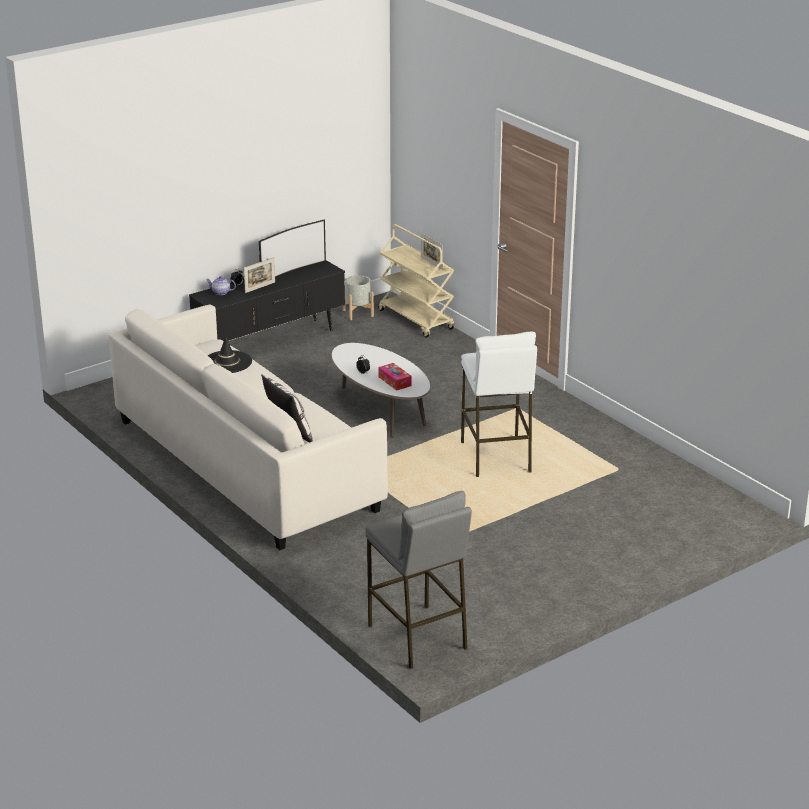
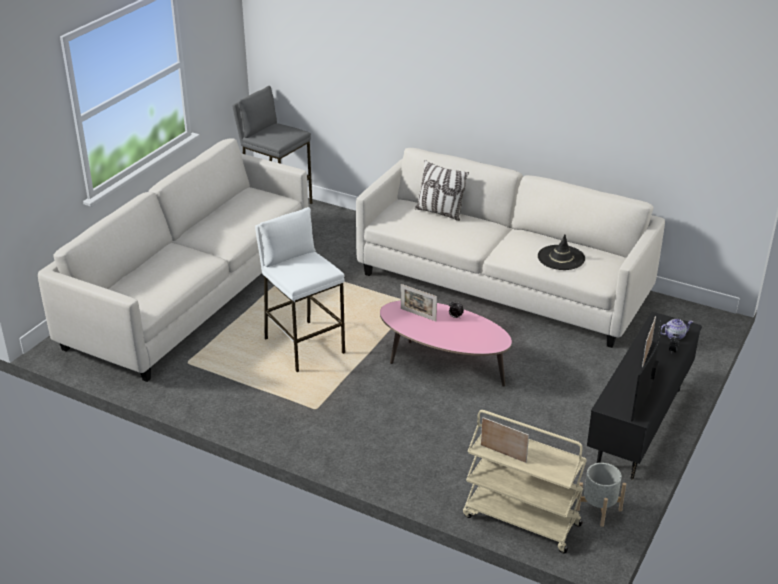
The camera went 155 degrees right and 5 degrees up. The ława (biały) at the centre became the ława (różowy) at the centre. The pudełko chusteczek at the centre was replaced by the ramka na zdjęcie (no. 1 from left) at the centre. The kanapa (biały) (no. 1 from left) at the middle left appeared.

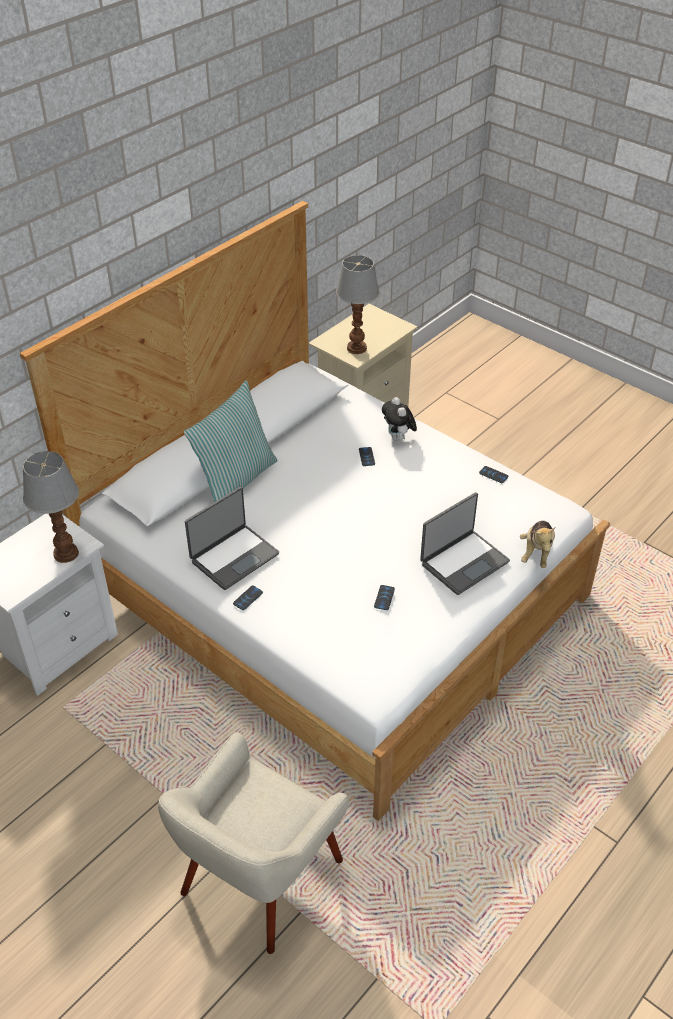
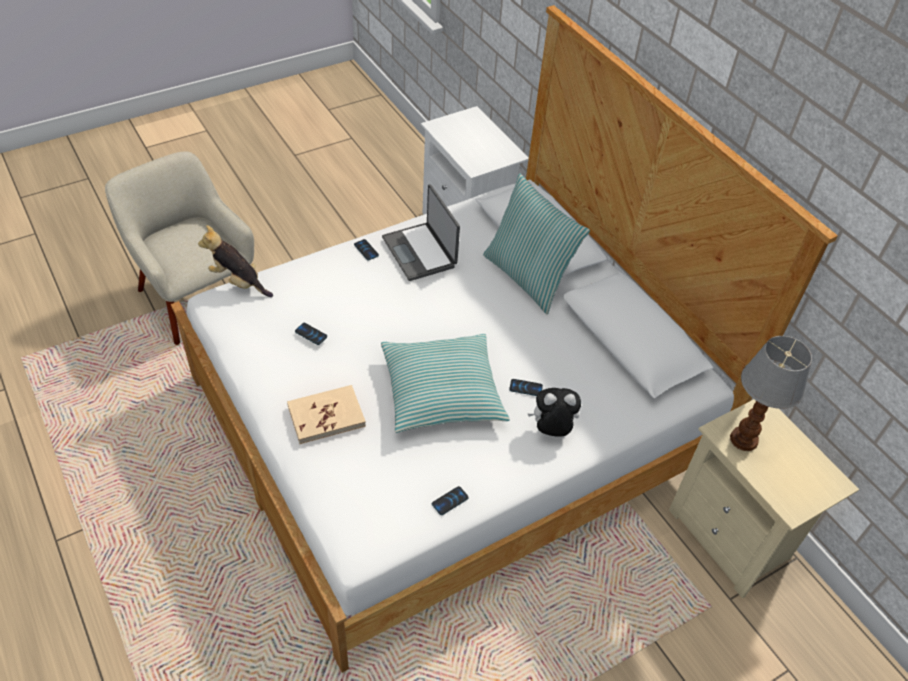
The camera went 105 degrees right and 5 degrees up. The lampa stołowa (no. 1 from left) at the middle left disappeared. The laptop (no. 2 from left) at the middle right was replaced by the książka (beżowy) at the centre. The pluszak (no. 2 from left in the first image) moved from the middle right to the middle left. The poduszka (no. 1 from left) at the centre appeared.

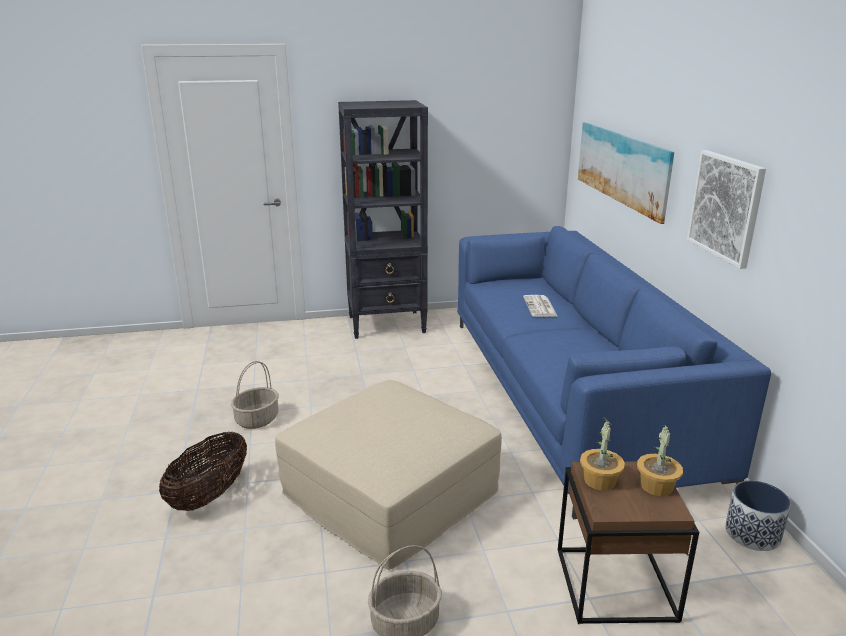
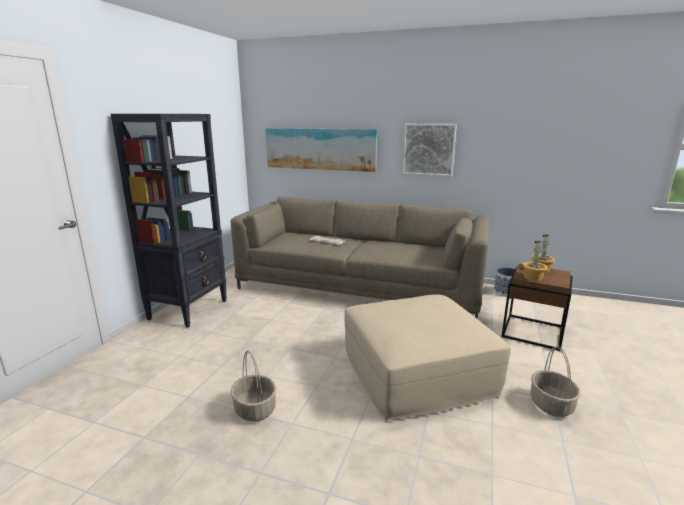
The camera went 60 degrees left and 5 degrees down. The koszyk (no. 1 from left) at the bottom left disappeared. The kanapa (niebieski) at the middle right became the kanapa (beżowy) at the centre.

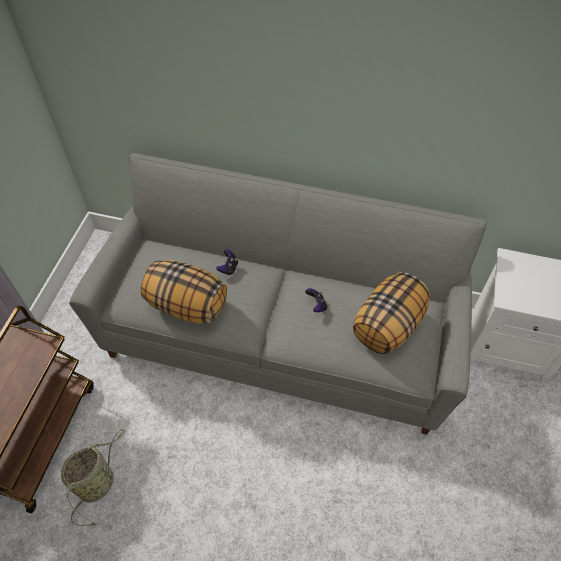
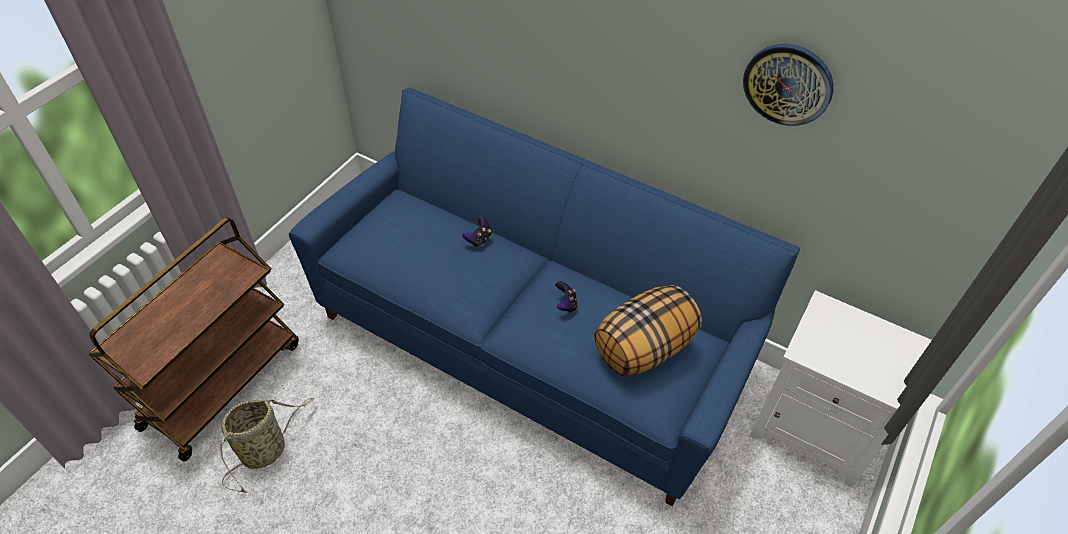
The camera went 15 degrees right and 5 degrees down. The kanapa (szary) at the centre became the kanapa (niebieski) at the centre. The poduszka (no. 1 from left) at the middle left disappeared. The zegar ścienny at the top right appeared.

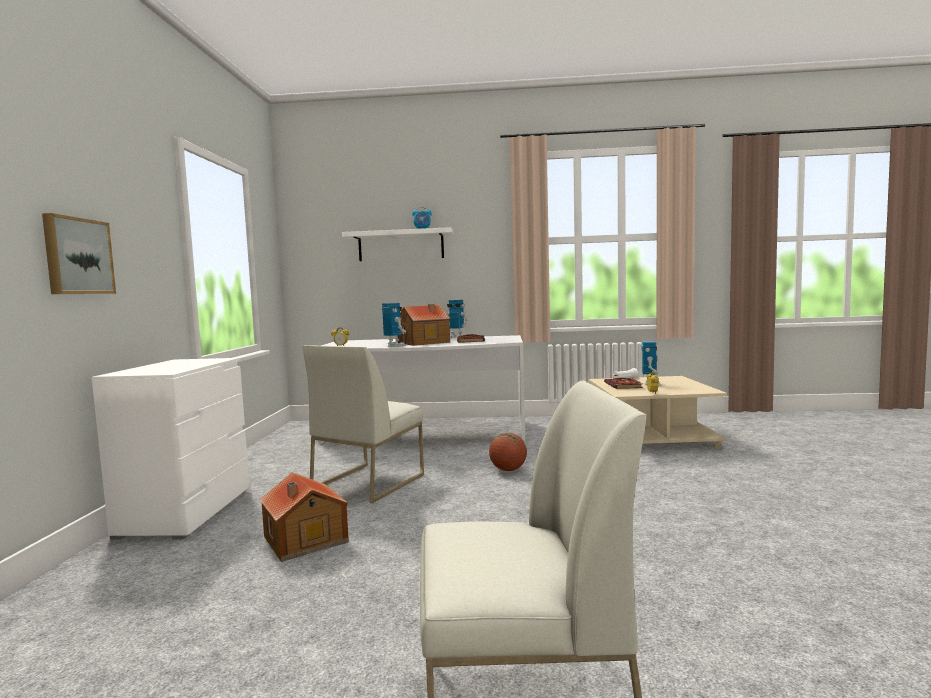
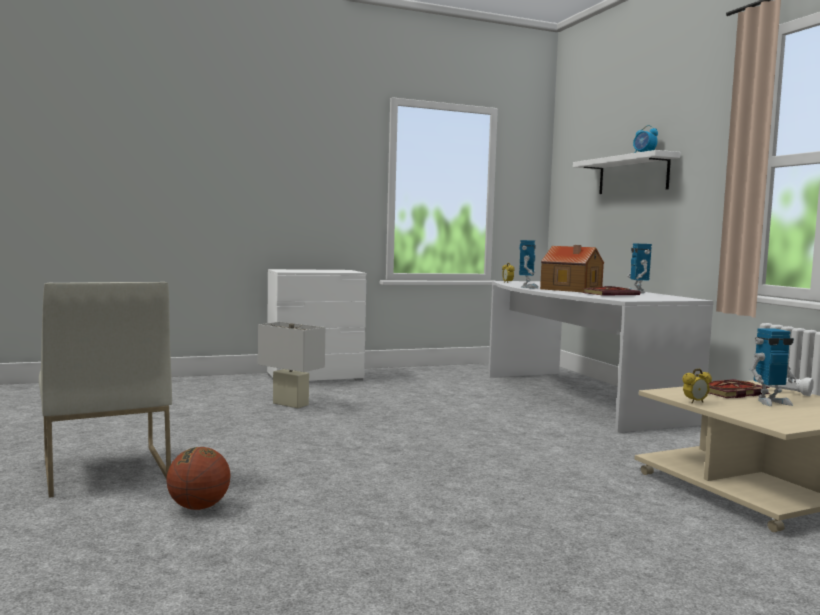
The camera went 65 degrees right and 0 degrees up. The obraz at the middle left disappeared. The domek (no. 1 from left) at the bottom left was replaced by the lampa stołowa (biały) at the centre. The krzesło (biały) (no. 1 from left) at the centre disappeared. The piłka do koszykówki moved from the centre to the bottom left.

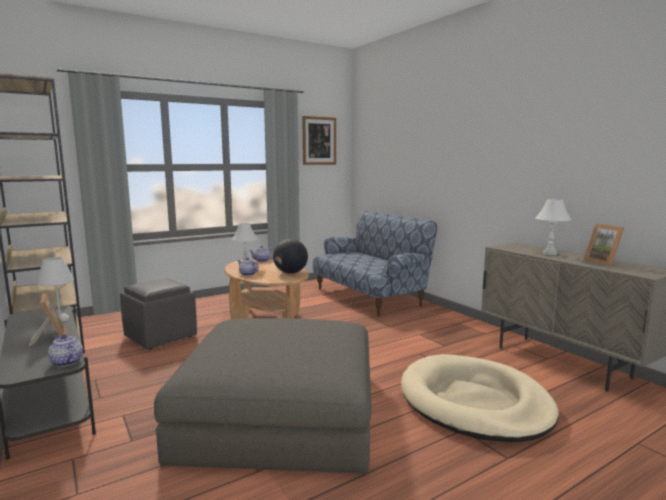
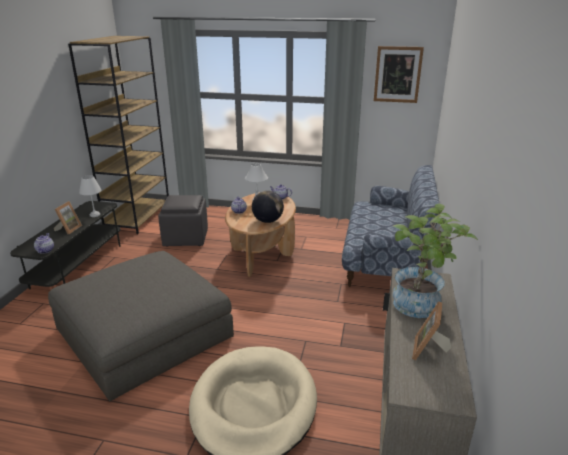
The camera went 45 degrees right and 15 degrees up. The lampa stołowa (biały) (no. 3 from left) at the middle right was replaced by the roślina doniczkowa at the middle right.

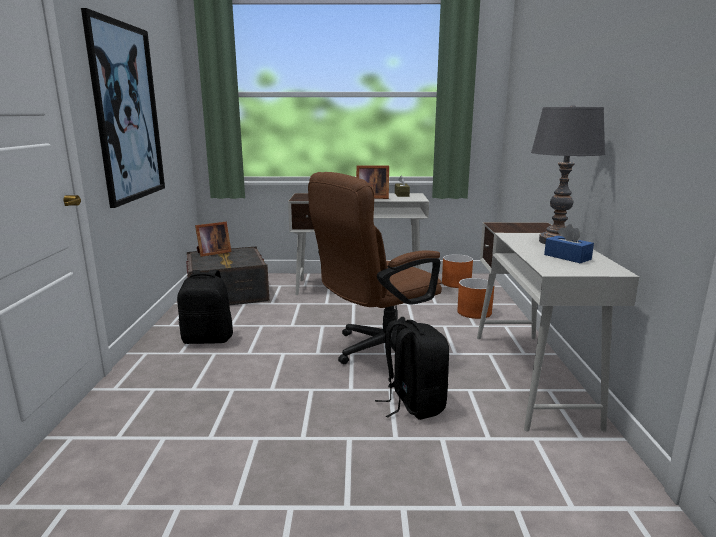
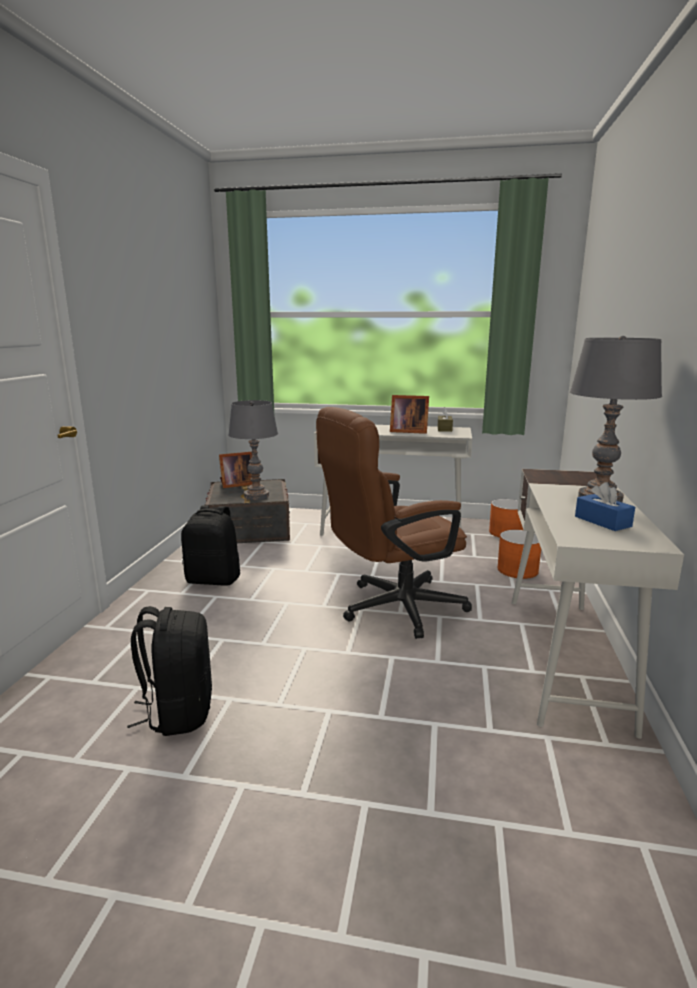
The camera went 10 degrees right and 0 degrees up. The obraz at the top left disappeared. The plecak (czarny) (no. 2 from left in the first image) moved from the bottom centre to the bottom left. The lampa stołowa (szary) (no. 1 from left) at the centre appeared.

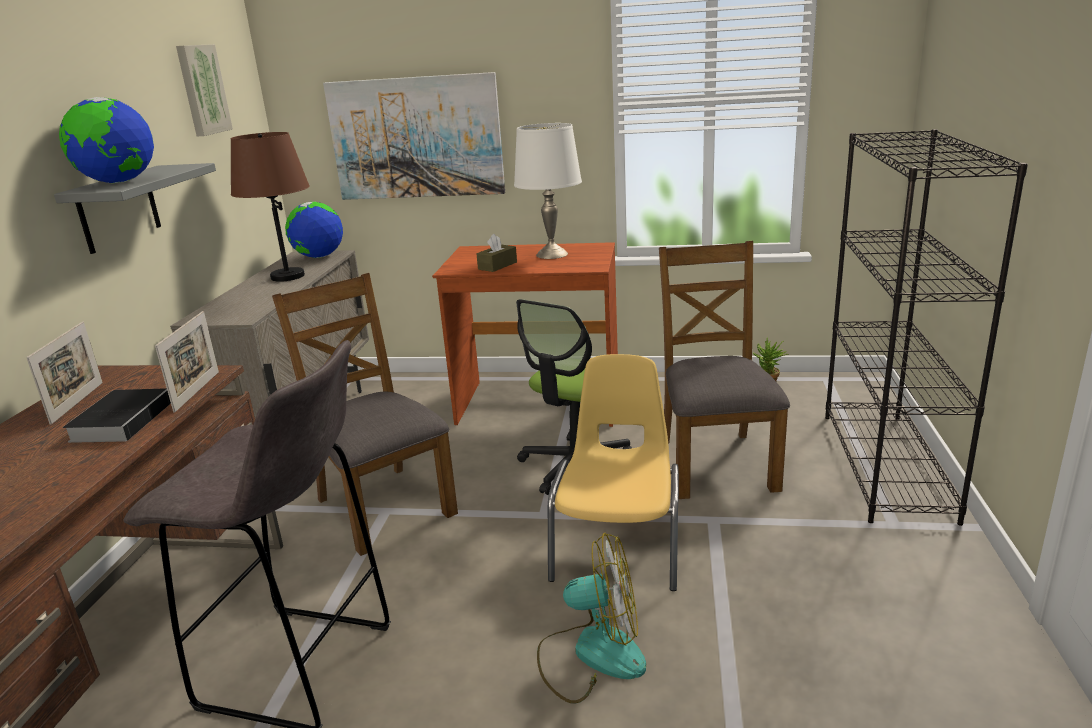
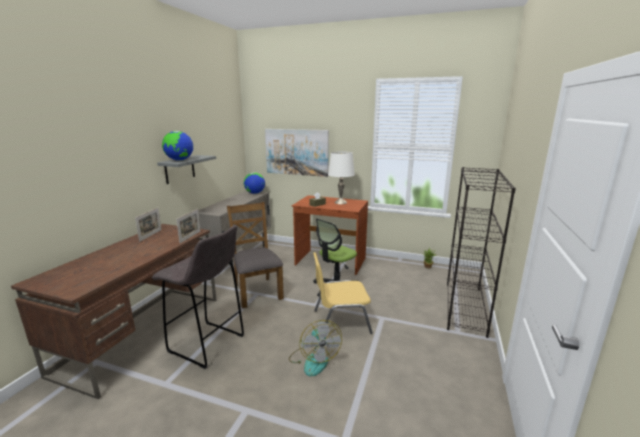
The camera went 10 degrees right and 5 degrees down. The książka at the middle left disappeared. The obraz (no. 1 from left) at the top left disappeared. The lampa stołowa (brązowy) at the top left disappeared. The wentylator at the bottom centre turned 60 degrees clockwise. The krzesło (żółty) at the centre turned 120 degrees counterclockwise. The krzesło (brązowy) (no. 2 from left) at the centre disappeared.

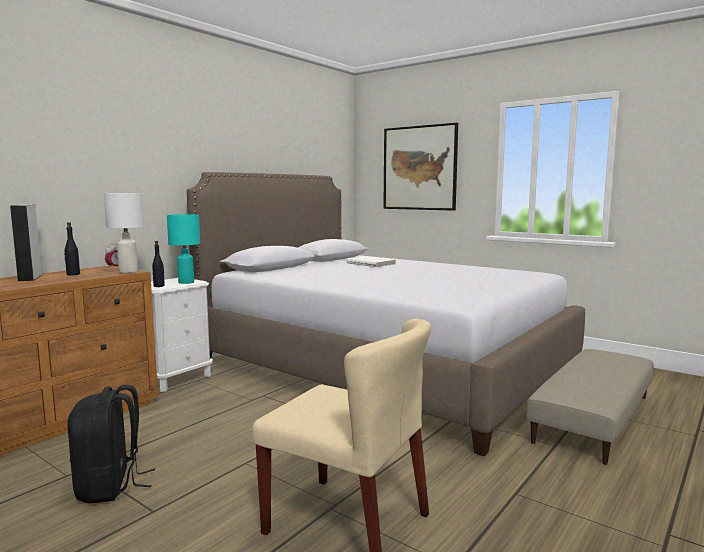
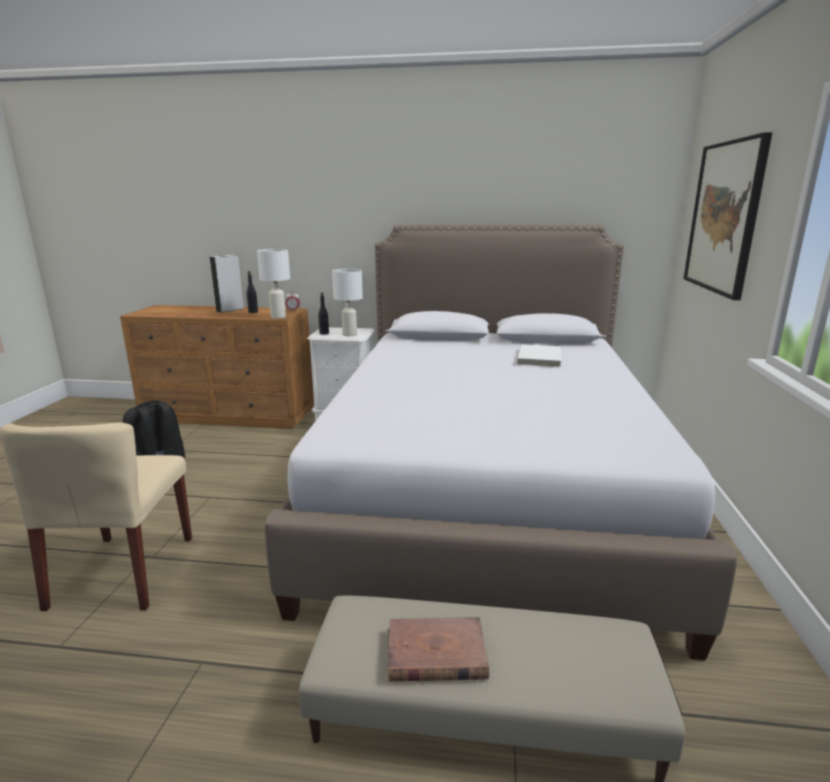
The camera went 60 degrees right and 10 degrees up. The lampa stołowa (turkusowy) at the middle left became the lampa stołowa (biały) (no. 2 from left) at the centre. The książka (brązowy) at the bottom centre appeared.

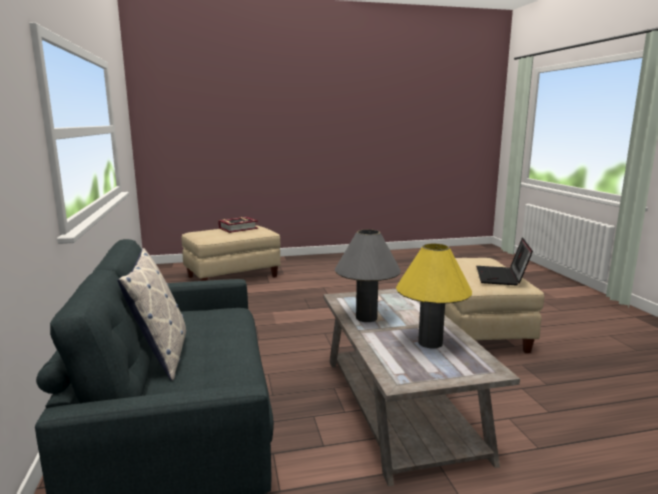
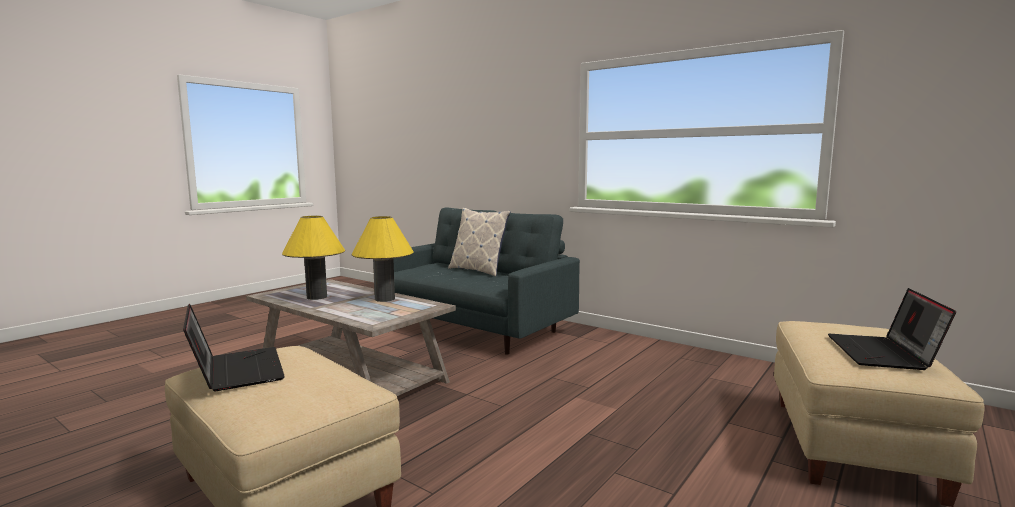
The camera went 140 degrees right and 5 degrees down. The książka at the centre was replaced by the laptop (no. 2 from left) at the middle right. The lampa stołowa (szary) at the centre became the lampa stołowa (żółty) (no. 2 from left) at the centre.

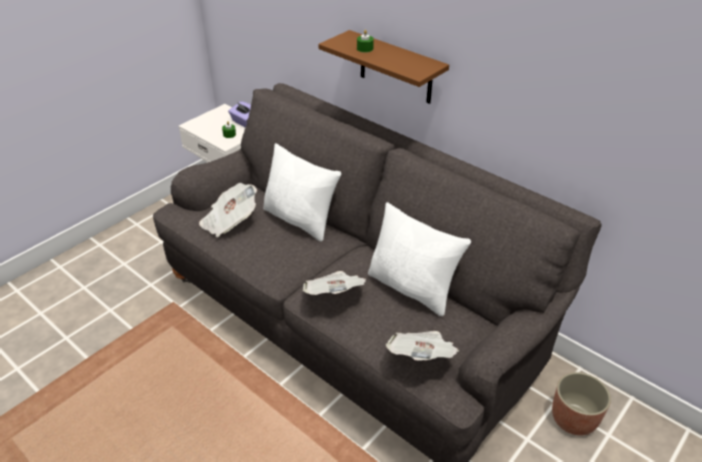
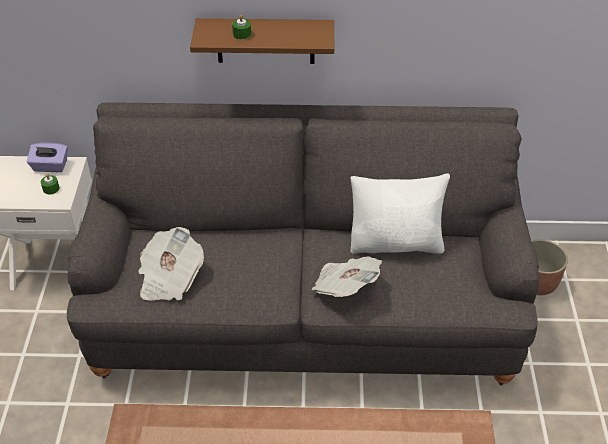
The camera went 40 degrees left and 5 degrees up. The poduszka (biały) (no. 1 from left) at the centre disappeared. The gazeta (no. 3 from left) at the bottom centre disappeared.

